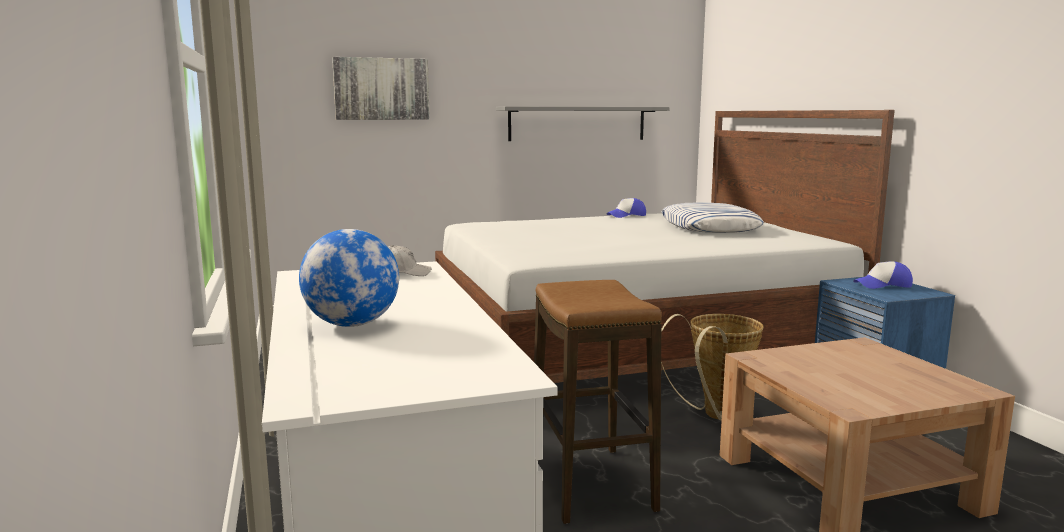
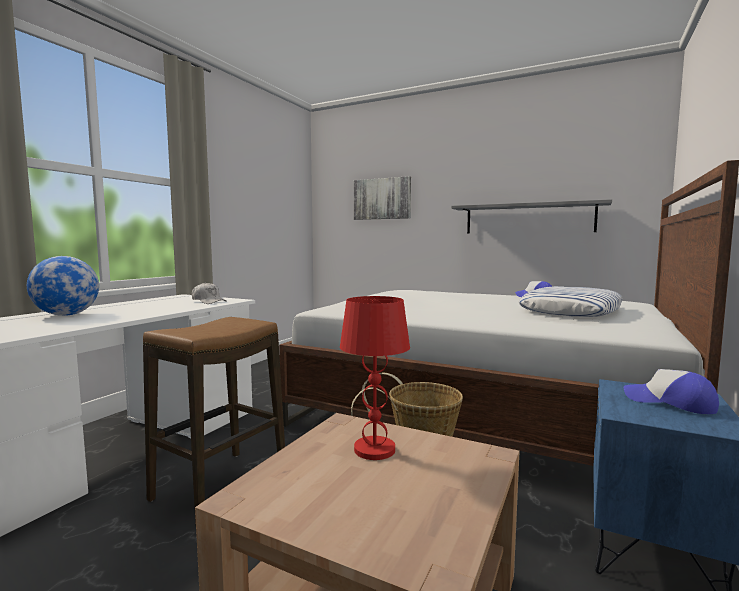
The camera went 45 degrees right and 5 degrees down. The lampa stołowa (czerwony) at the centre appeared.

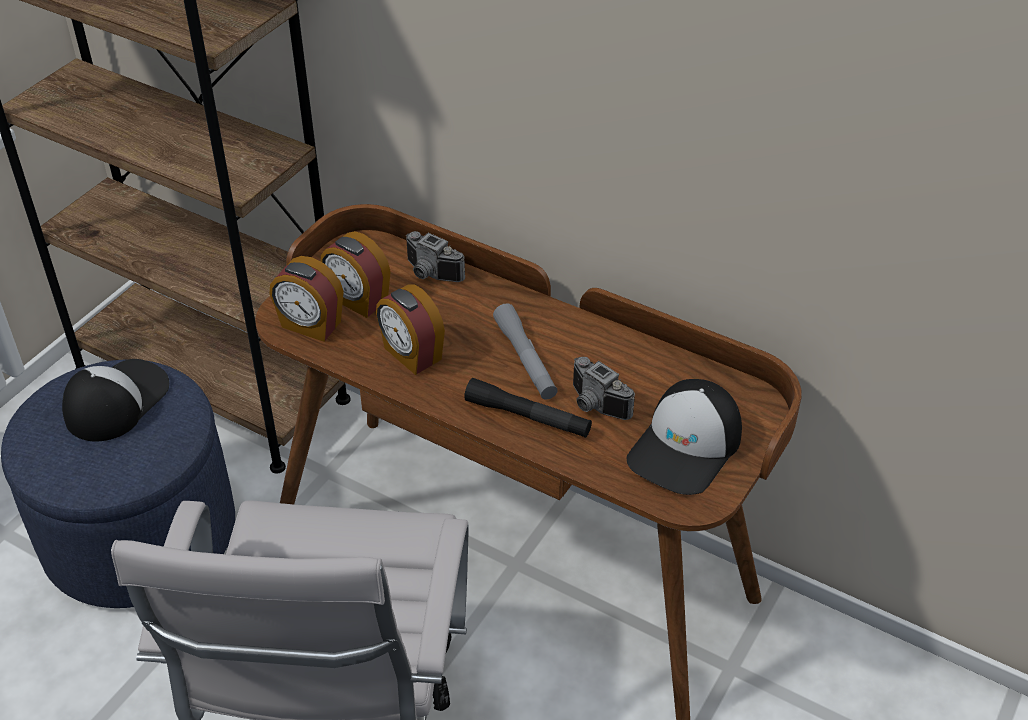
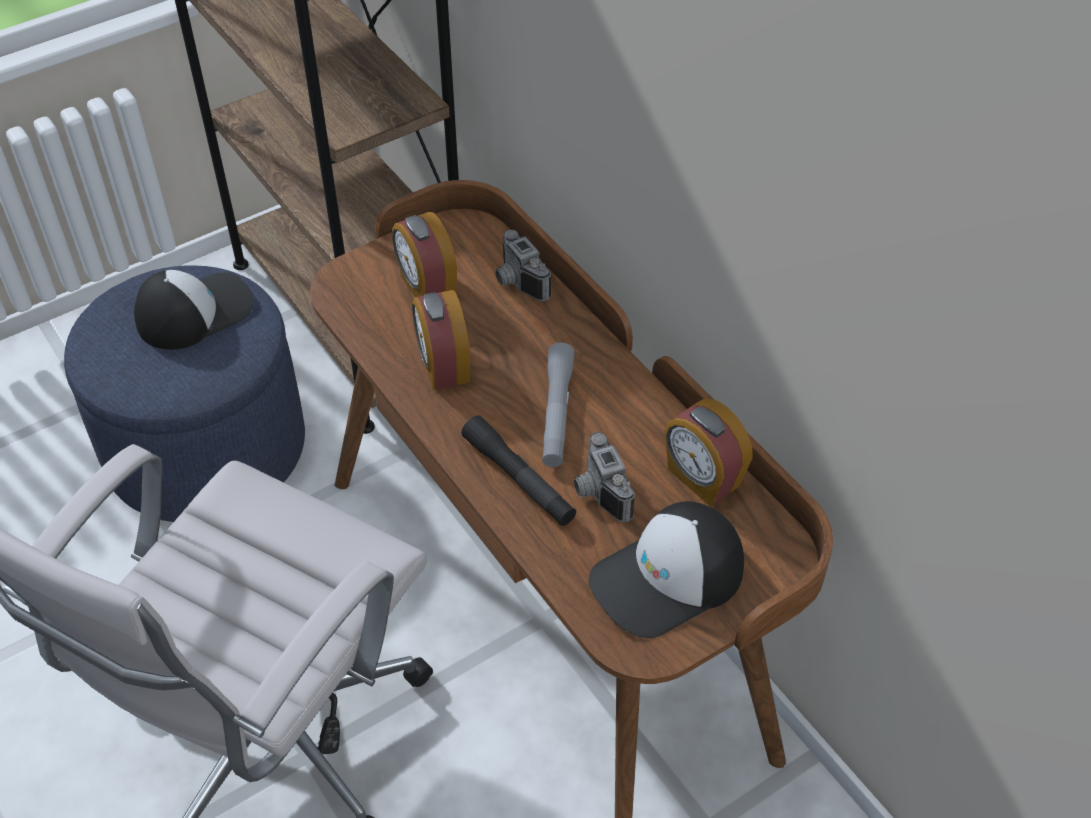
The camera went 25 degrees right and 5 degrees up. The budzik (no. 1 from left in the first image) moved from the middle left to the centre.

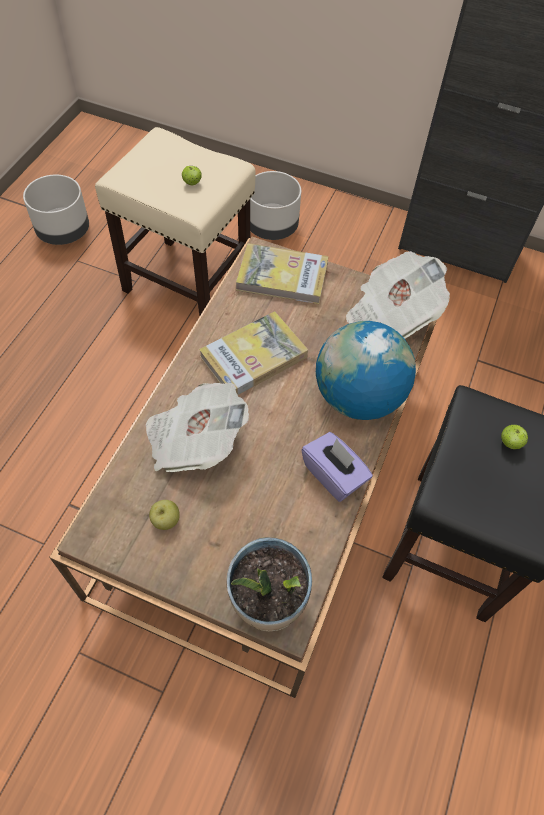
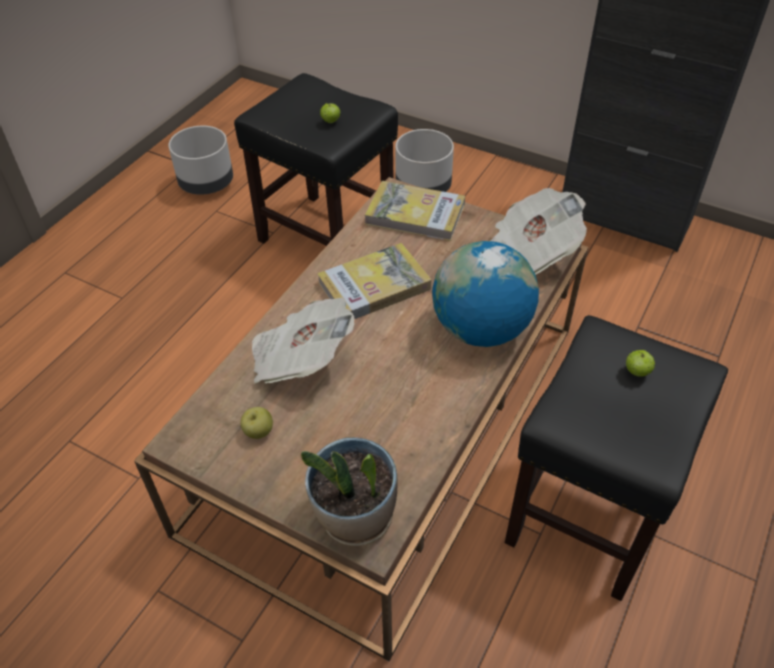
The camera went 10 degrees right and 10 degrees down. The stołek (beżowy) at the top left became the stołek (czarny) (no. 1 from left) at the top centre. The pudełko chusteczek (fioletowy) at the centre disappeared.

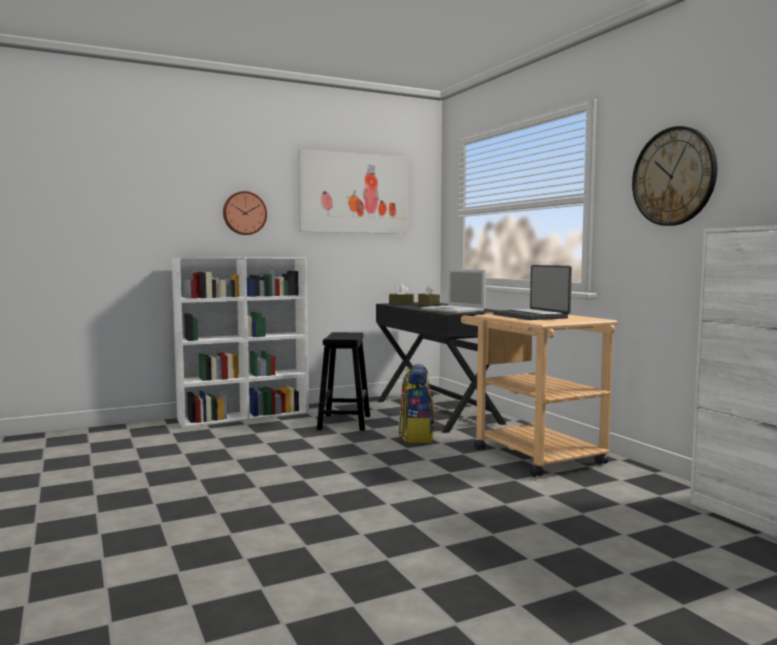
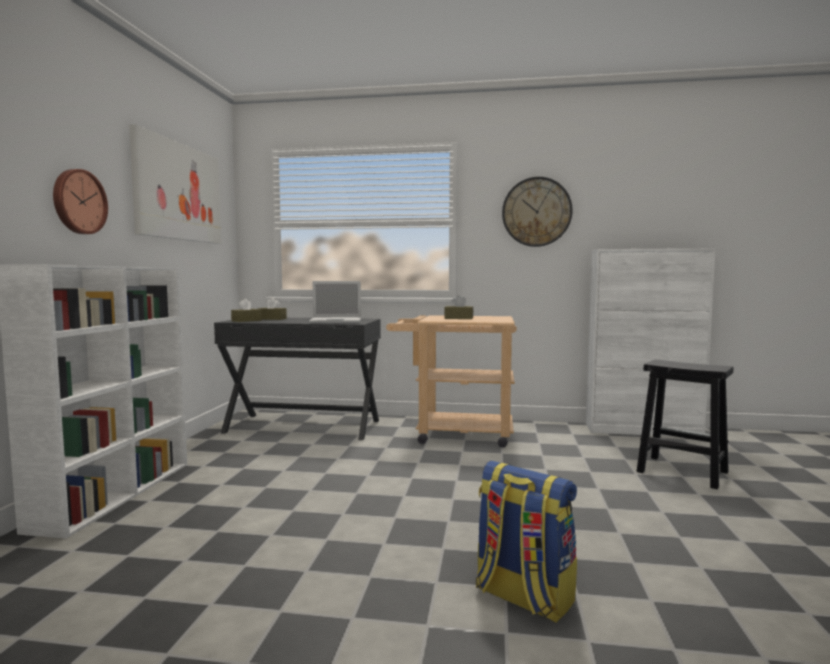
The camera went 55 degrees left and 0 degrees up. The stołek (czarny) moved from the centre to the middle right. The plecak moved from the centre to the bottom centre. The laptop (no. 2 from left) at the middle right was replaced by the pudełko chusteczek (brązowy) (no. 3 from left) at the centre.

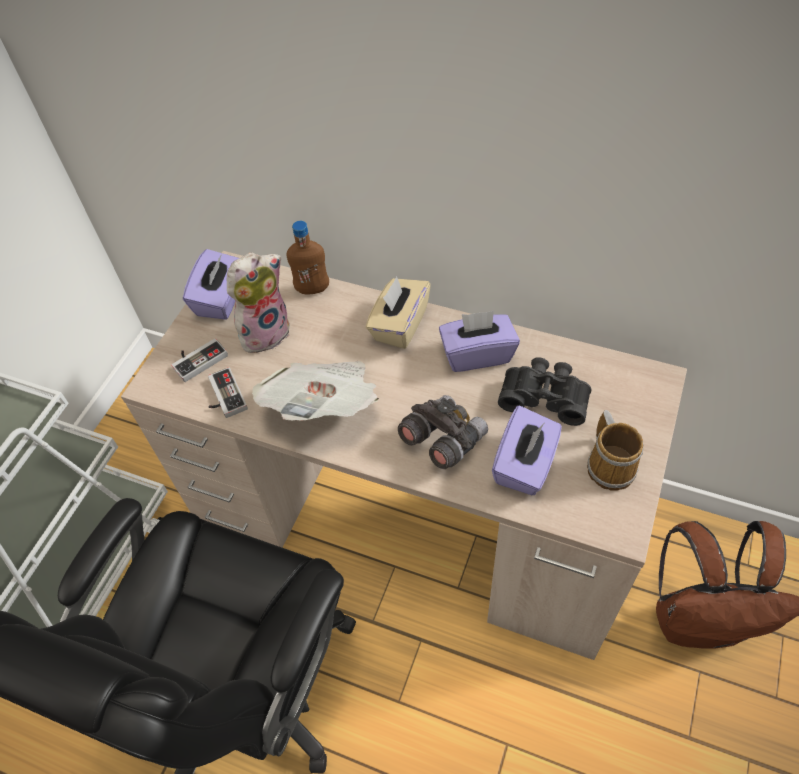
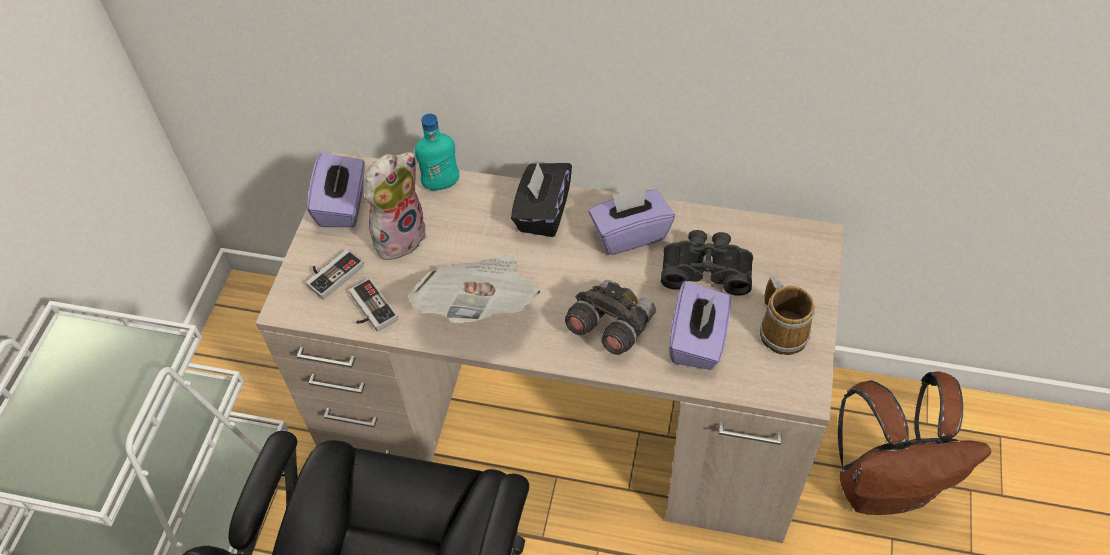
The camera went 10 degrees left and 0 degrees up. The butelka (brązowy) at the top centre became the butelka (turkusowy) at the top centre. The pudełko chusteczek (beżowy) at the centre became the pudełko chusteczek (czarny) at the centre.

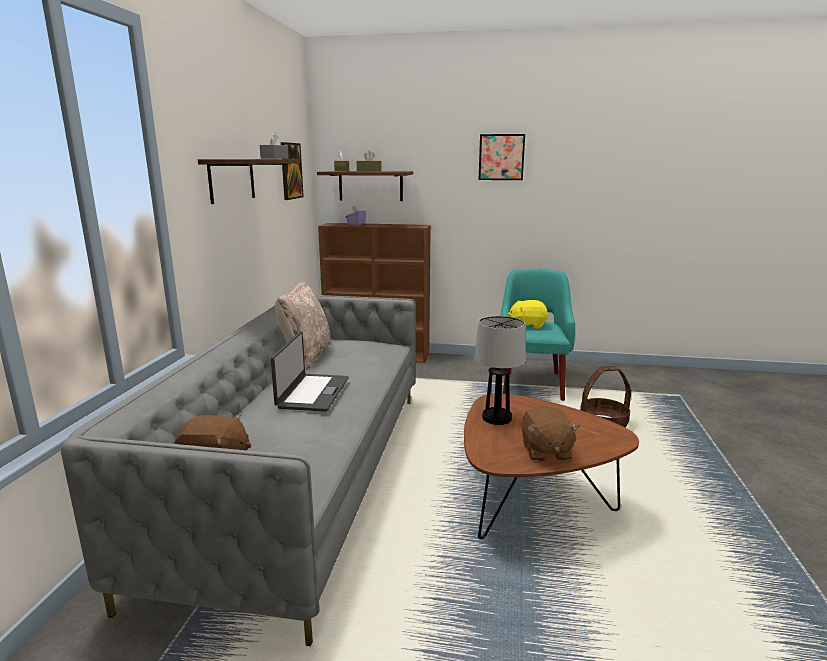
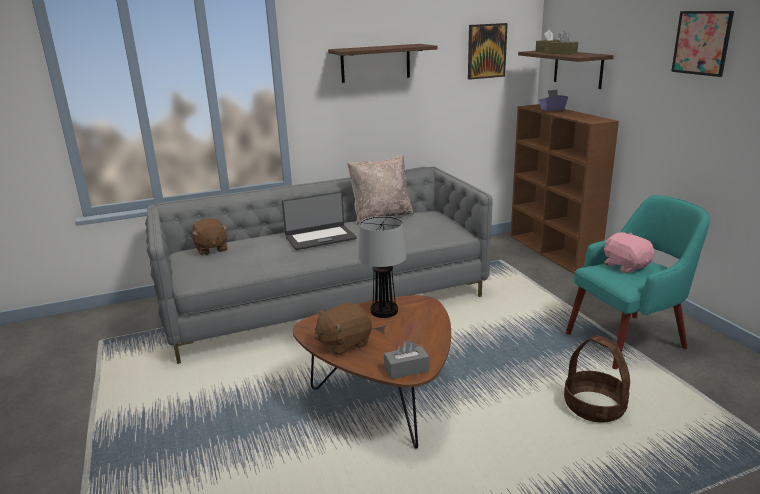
The camera went 60 degrees right and 5 degrees up. The pudełko chusteczek (szary) moved from the top left to the bottom centre. The pluszak (żółty) at the centre became the pluszak (różowy) at the middle right.

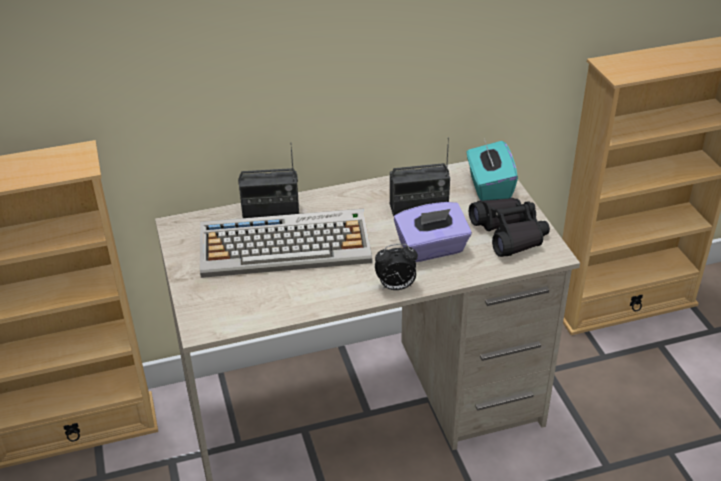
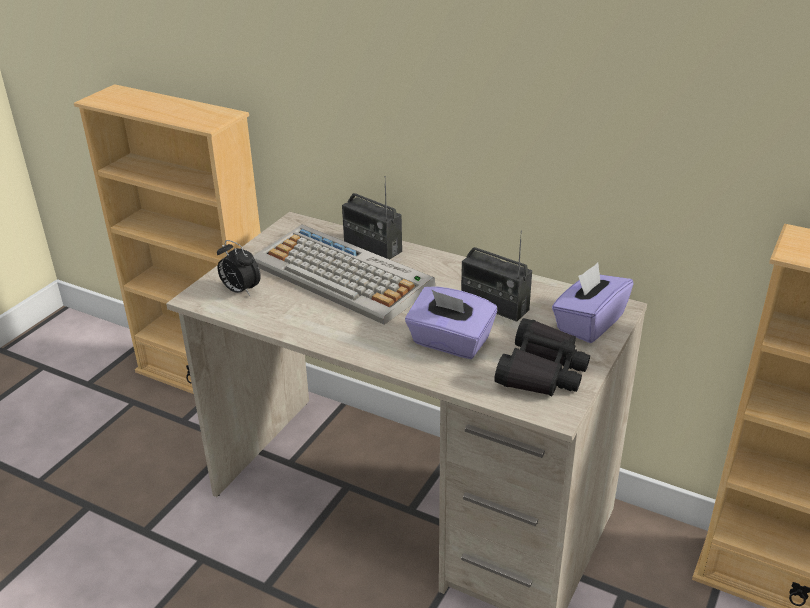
The camera went 45 degrees right and 5 degrees down. The budzik moved from the centre to the middle left. The pudełko chusteczek (turkusowy) at the middle right became the pudełko chusteczek (fioletowy) (no. 2 from left) at the middle right.

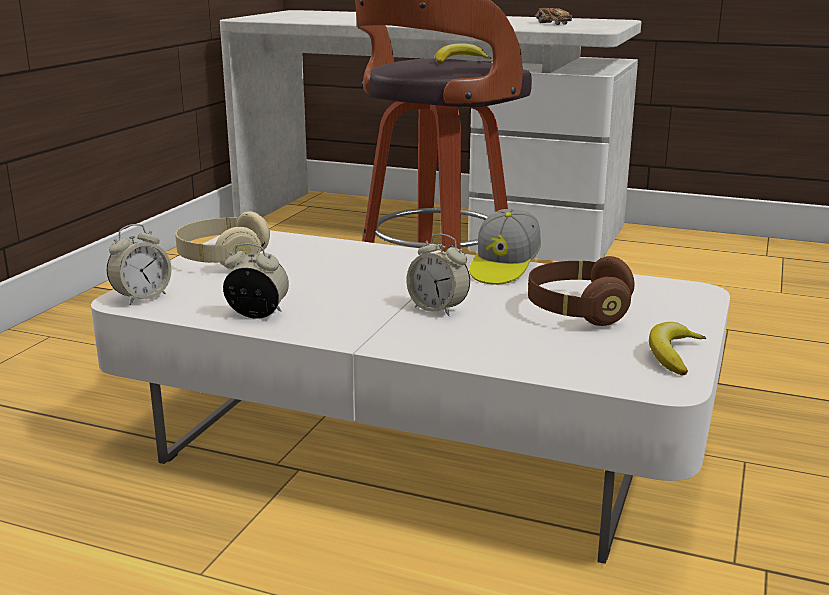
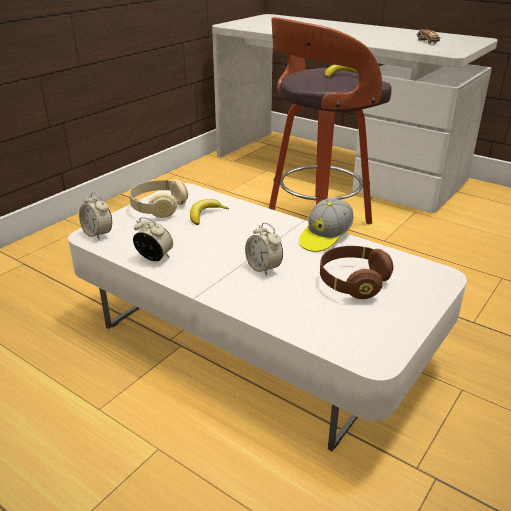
The camera went 15 degrees right and 10 degrees up. The budzik (no. 1 from left) at the middle left turned 75 degrees clockwise. The banan (no. 2 from left in the first image) moved from the middle right to the centre.

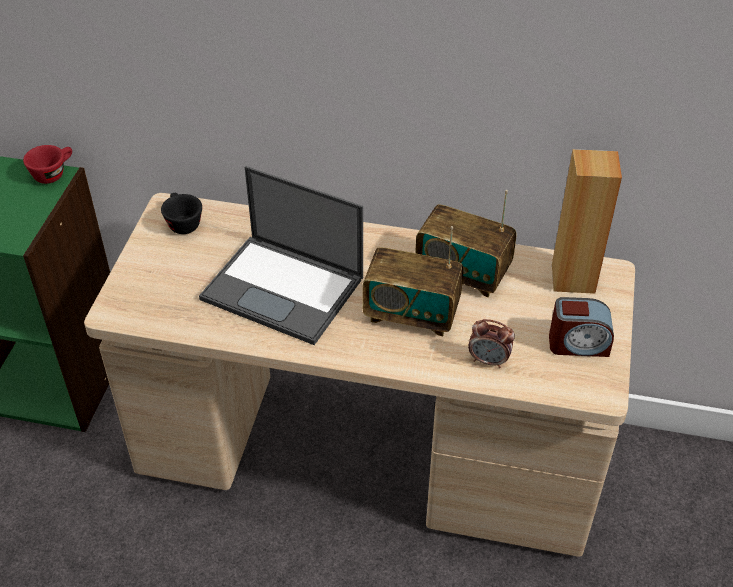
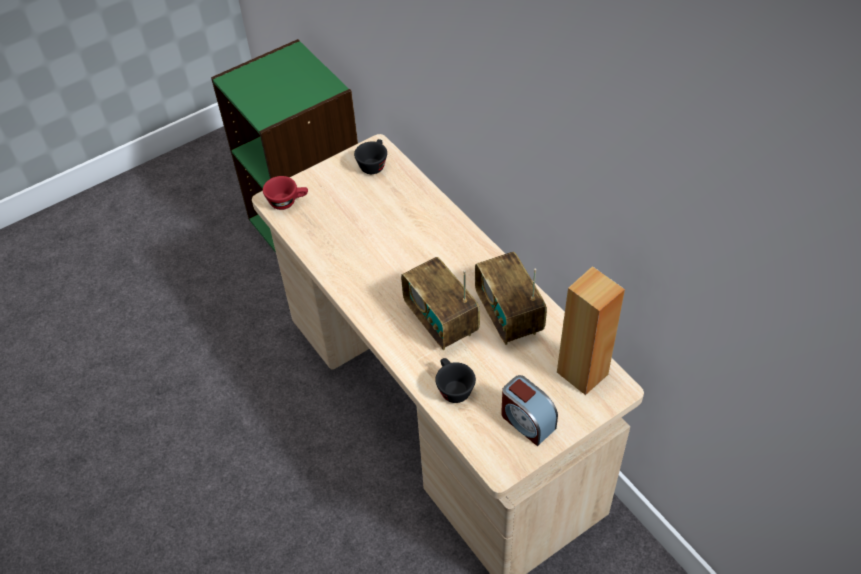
The camera went 45 degrees right and 5 degrees up. The filiżanka (czerwony) moved from the top left to the middle left. The laptop at the centre disappeared. The budzik (no. 1 from left) at the middle right was replaced by the filiżanka (czarny) (no. 2 from left) at the centre.

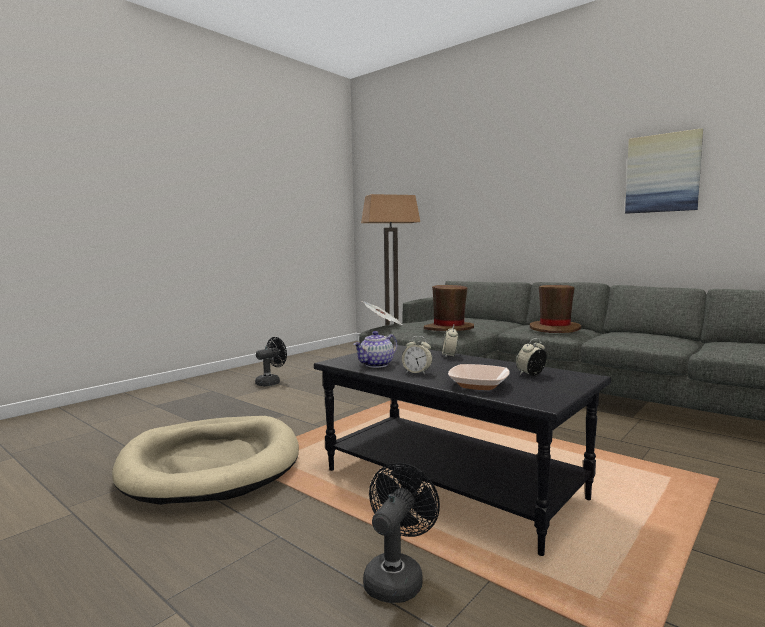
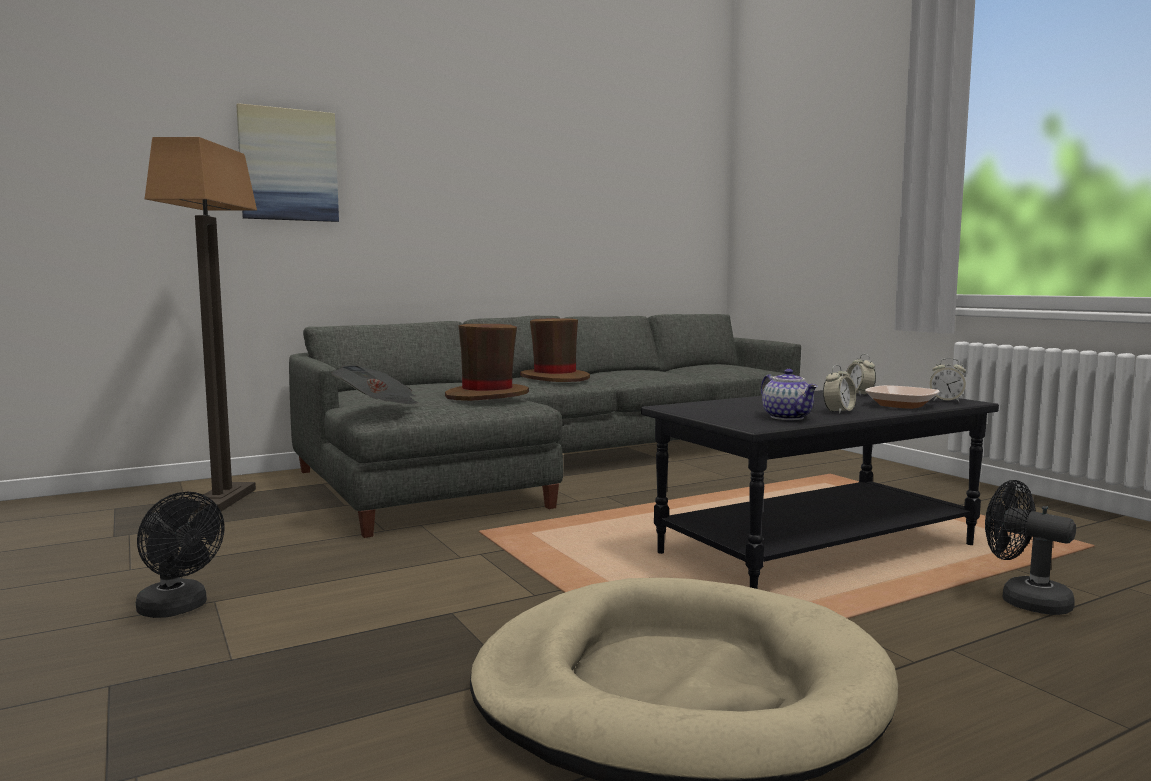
The camera went 70 degrees left and 0 degrees up. The wentylator (czarny) (no. 1 from left) at the centre turned 150 degrees clockwise. The budzik (no. 2 from left in the first image) moved from the centre to the middle right. The obraz moved from the top right to the top left.

